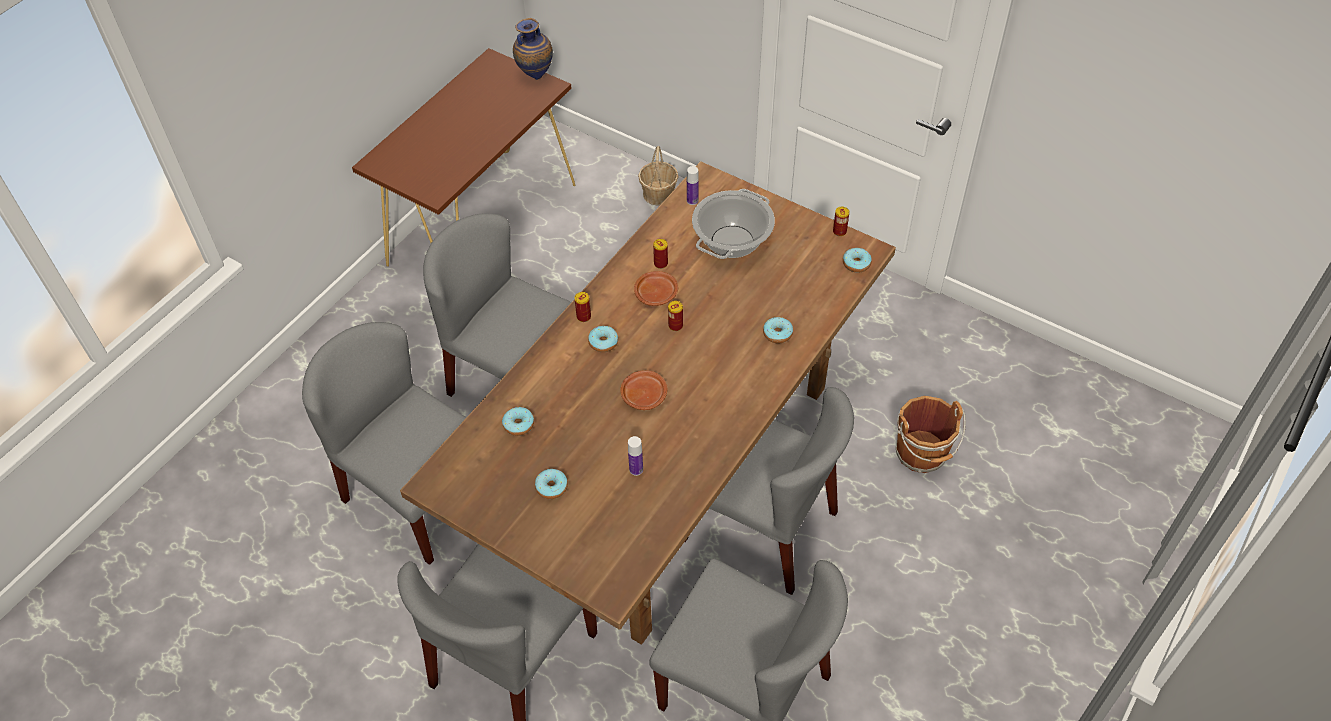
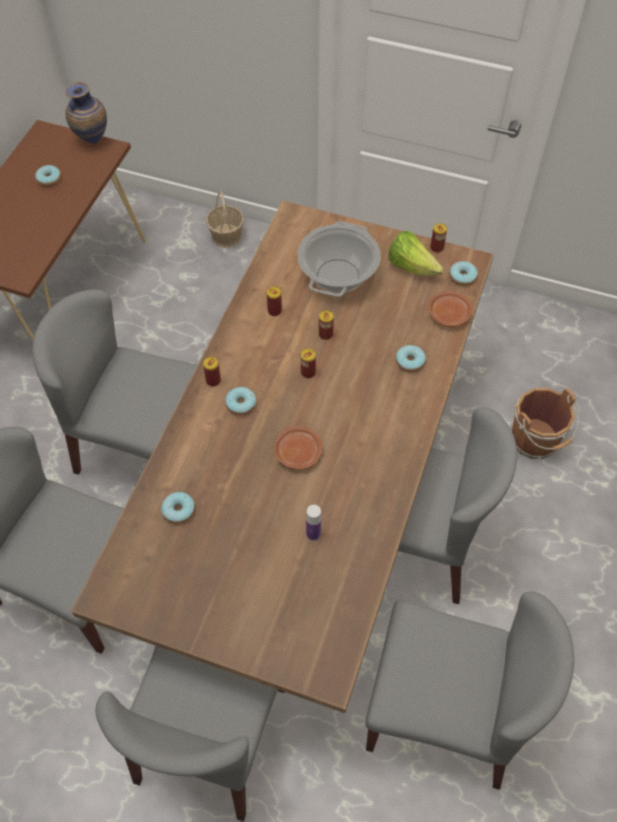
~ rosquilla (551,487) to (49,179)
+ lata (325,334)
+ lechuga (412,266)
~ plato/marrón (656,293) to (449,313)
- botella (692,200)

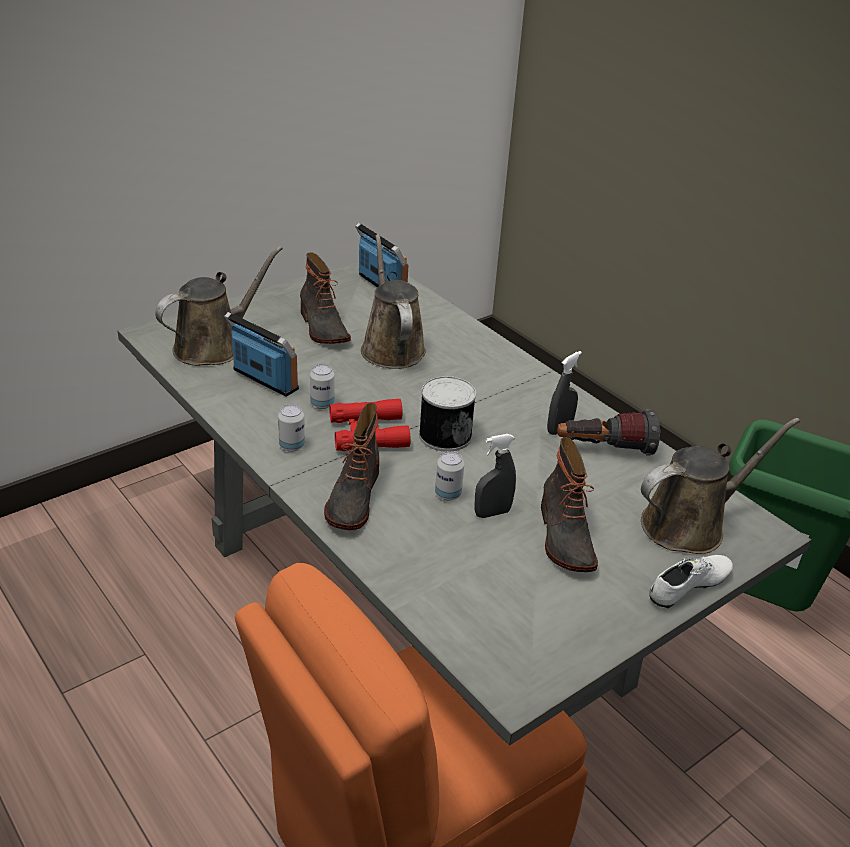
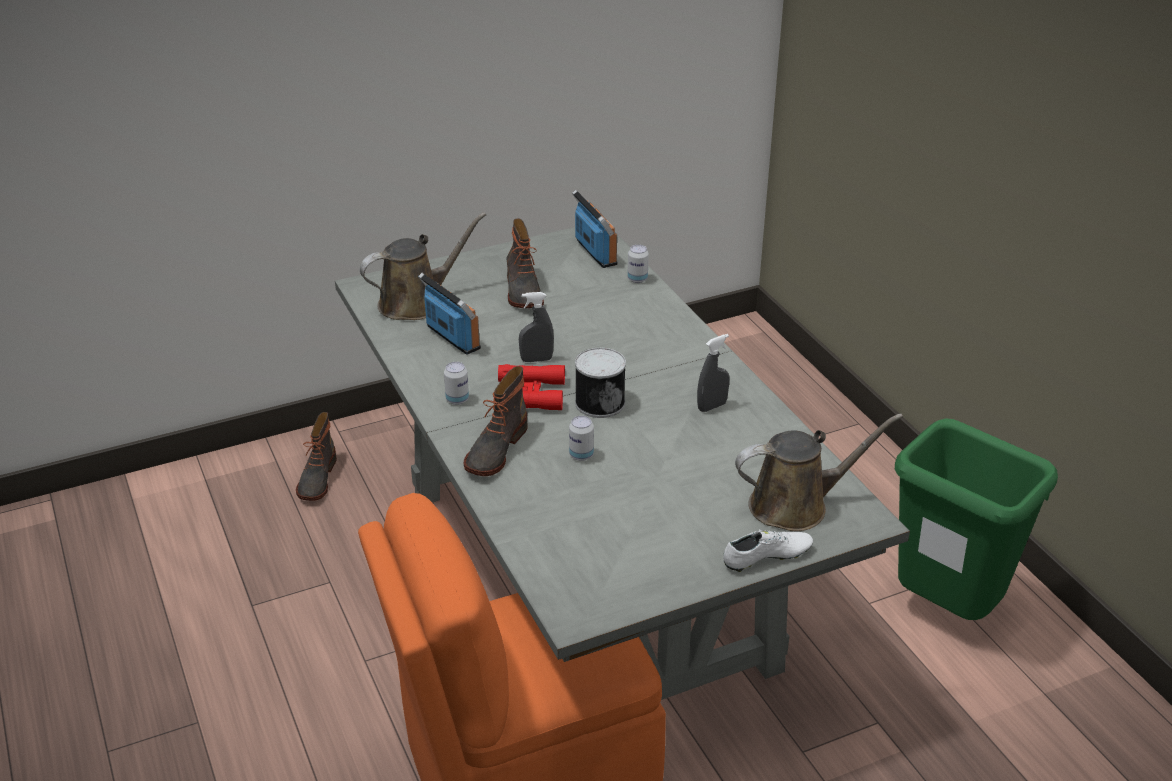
~ bota (563,537) to (316,479)
~ pulverizador/gris (492,513) to (536,360)
~ lata (322,404) to (637,279)
- regadera/marrón (391,347)
- linterna (604,449)

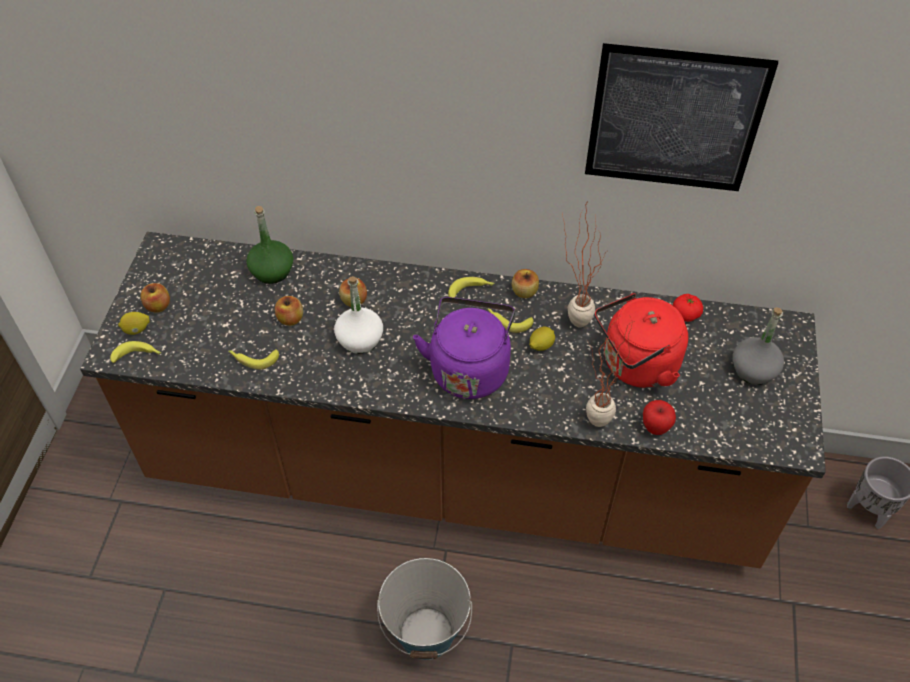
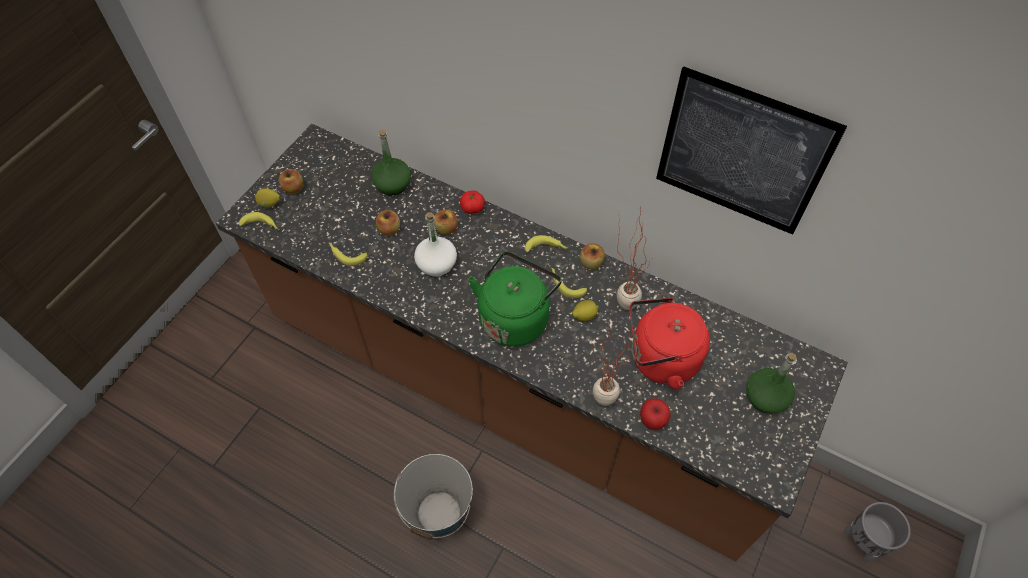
~ tomate (685,314) to (472,208)
~ hervidor/morado (469,368) to hervidor/verde (515,317)
~ botella/gris (753,370) to botella/verde (765,397)

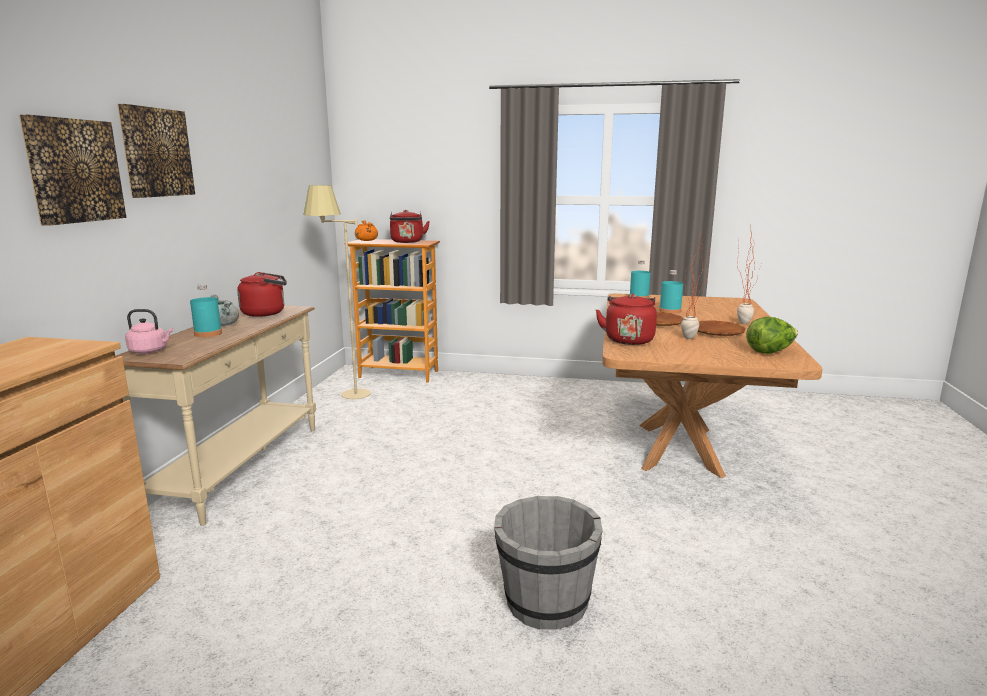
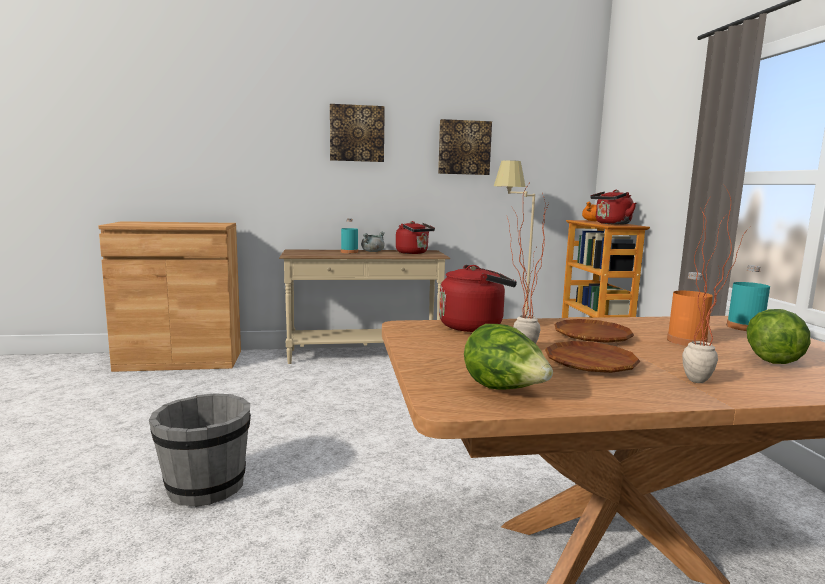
~ cuadro (73,171) to (464,147)
~ botella/turquesa (670,311) to botella/naranja (686,341)
+ lechuga (772,359)
- hervidor/rosa (150,351)

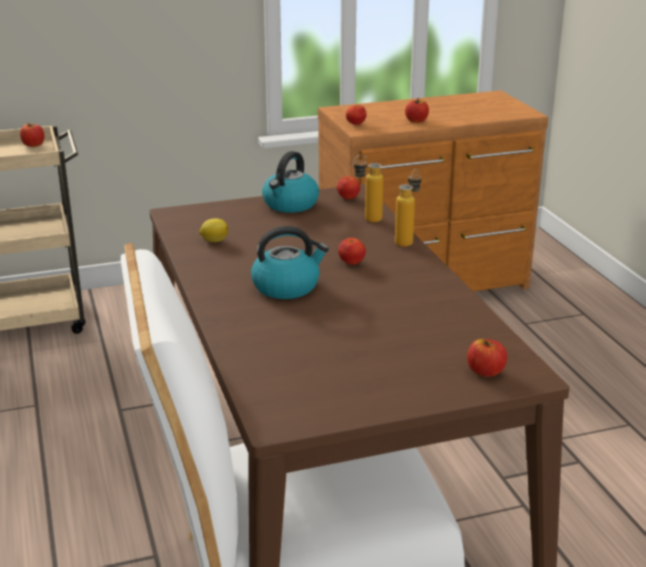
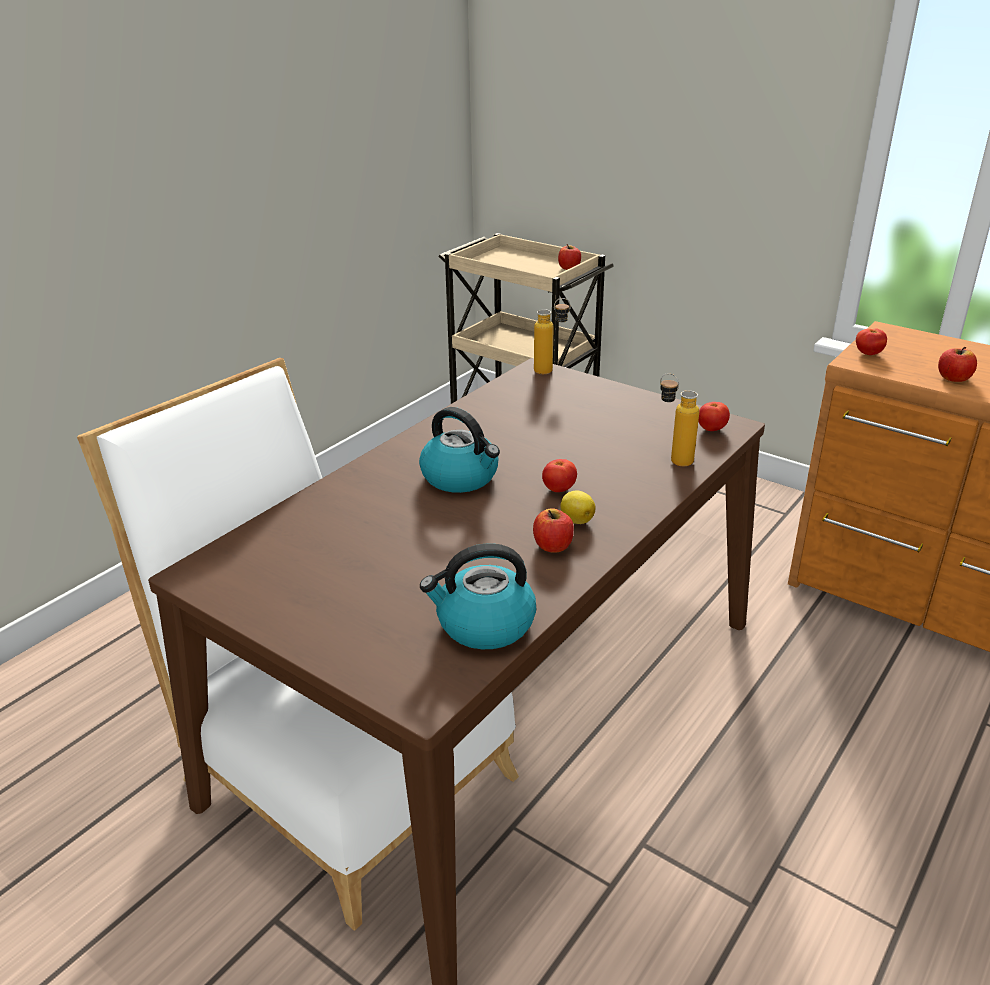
~ hervidor (290,205) to (484,625)
~ manzana (485,371) to (553,546)
~ botella (407,241) to (551,371)
~ limón (214,241) to (576,520)

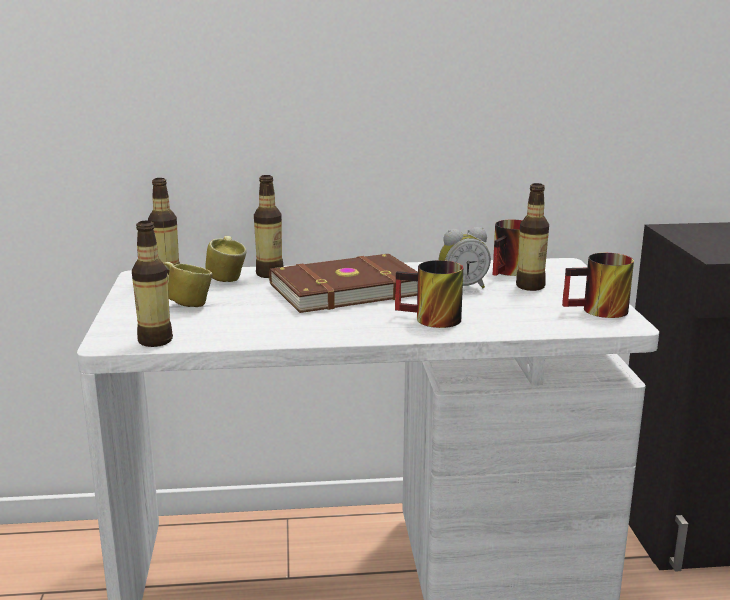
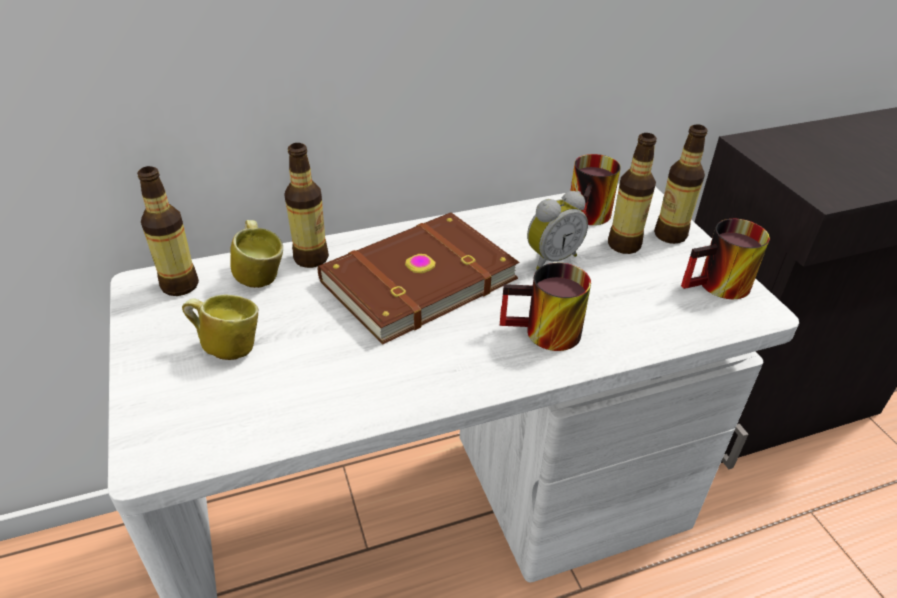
~ botella (155,341) to (670,235)

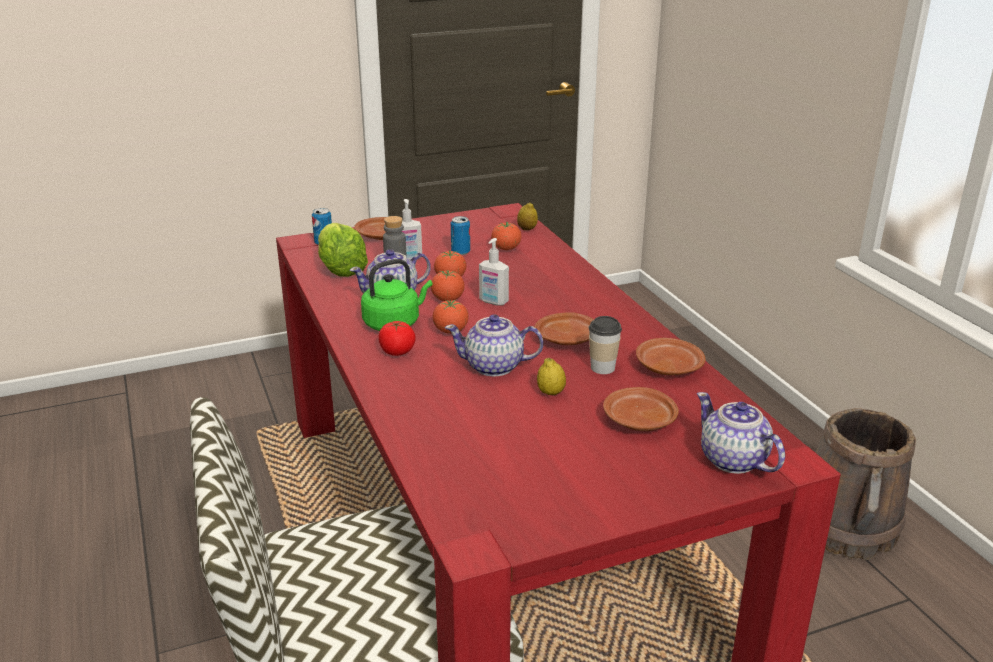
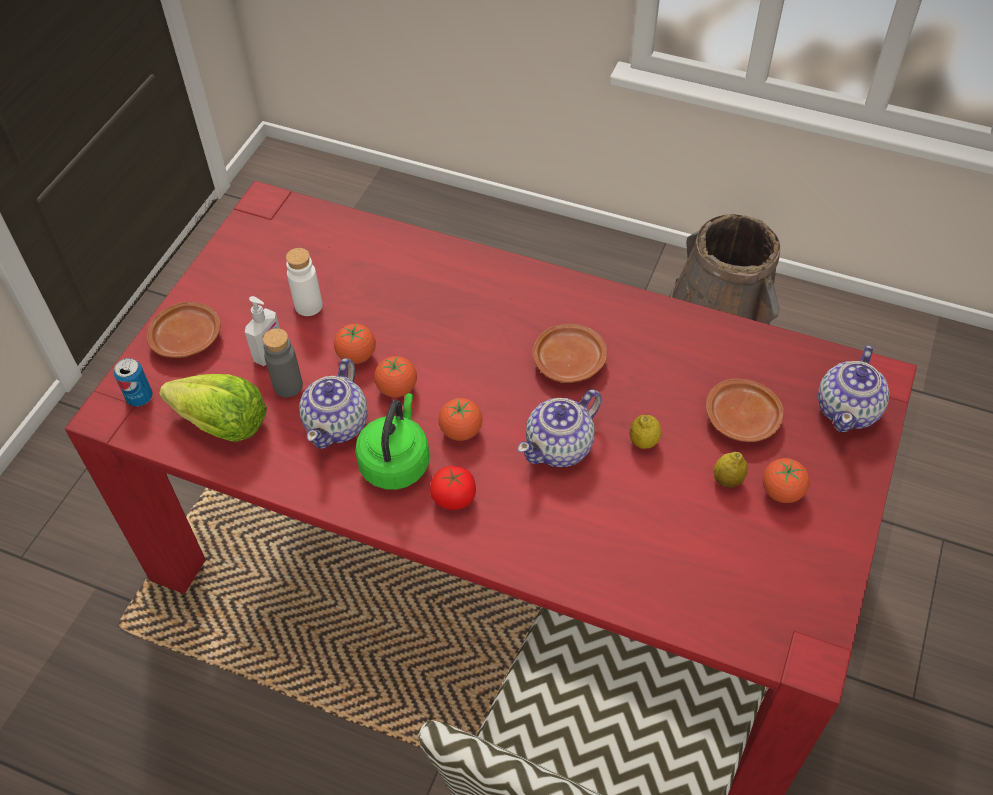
~ lata (460,252) to botella/blanco (308,306)
~ limón (527,229) to (727,480)
~ tomate (506,249) to (781,491)
~ tetera (733,460) = (848,409) 75 degrees counterclockwise
- dispensador de jabón (493,302)
- taza (602,367)
- plato/marrón (668,367)

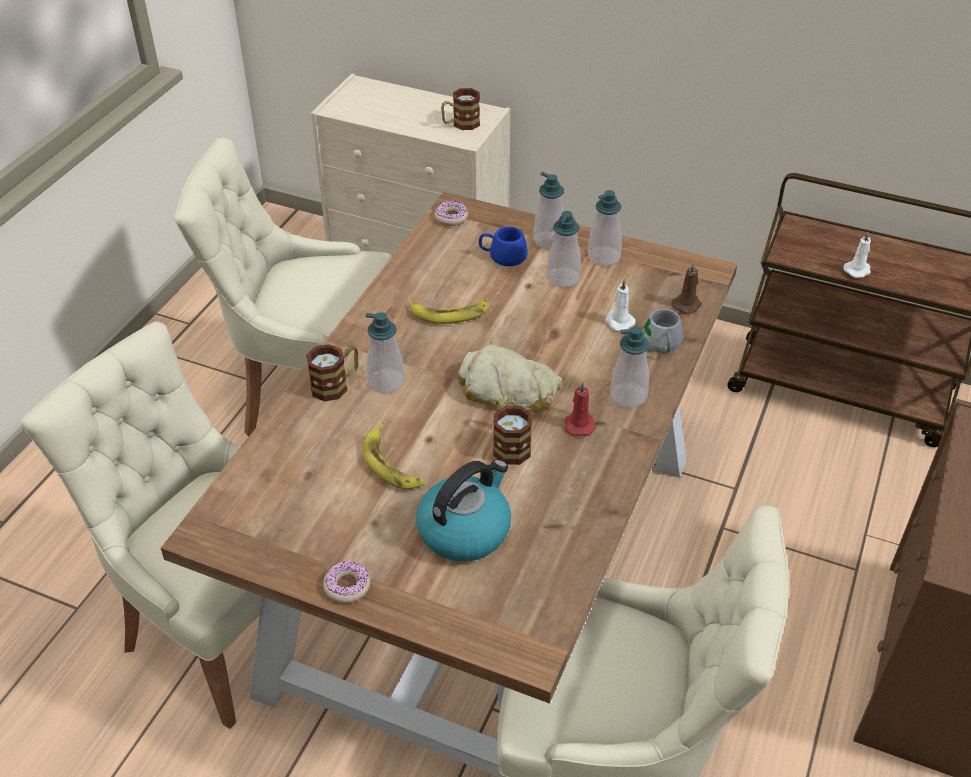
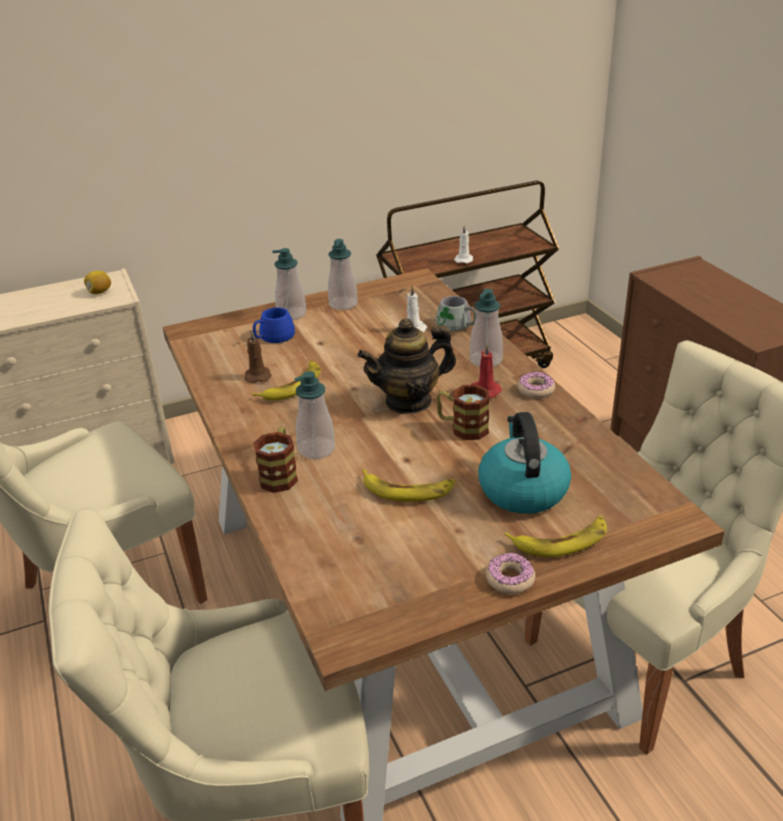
~ taza grande (460,124) to limón (99,292)
~ vela/marrón (687,304) to (257,375)
~ pan (508,390) to tetera (409,401)
+ plátano (561,540)
~ rosquilla (451,218) to (535,390)
- dispensador de jabón (563,278)

